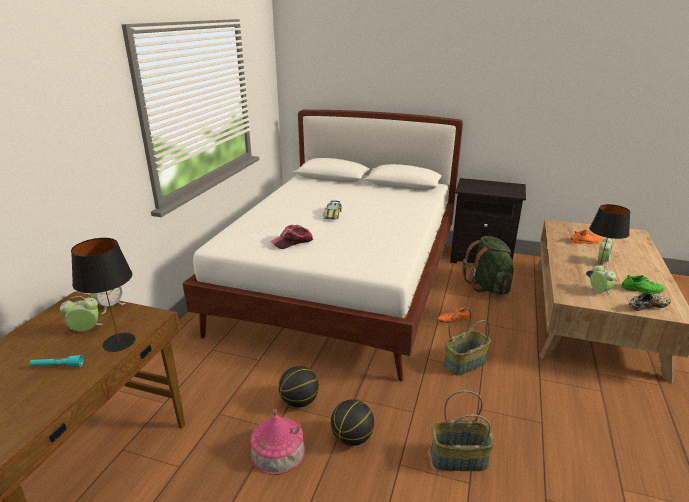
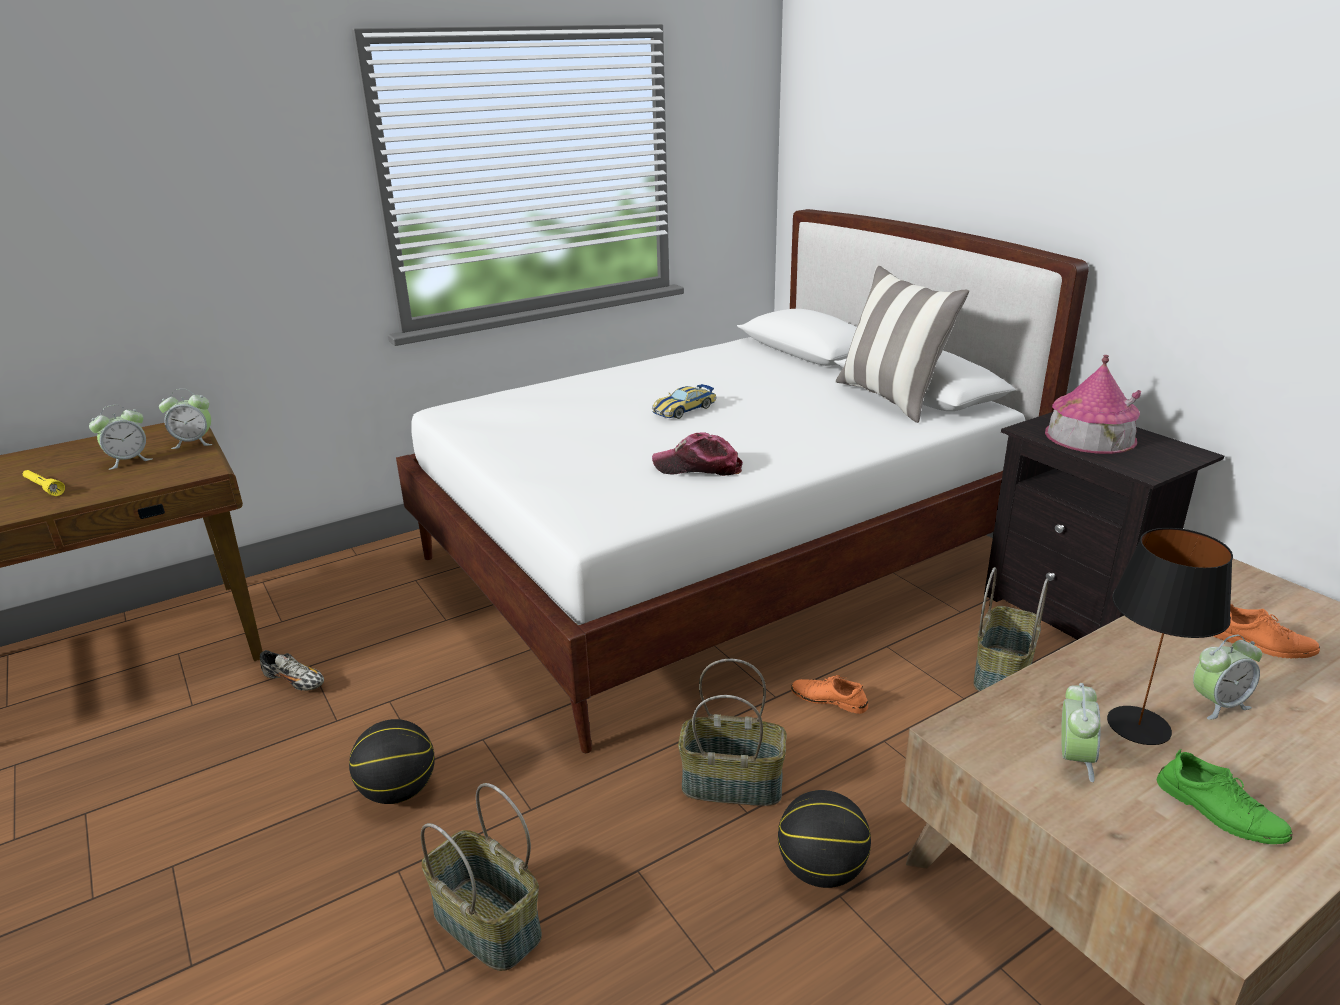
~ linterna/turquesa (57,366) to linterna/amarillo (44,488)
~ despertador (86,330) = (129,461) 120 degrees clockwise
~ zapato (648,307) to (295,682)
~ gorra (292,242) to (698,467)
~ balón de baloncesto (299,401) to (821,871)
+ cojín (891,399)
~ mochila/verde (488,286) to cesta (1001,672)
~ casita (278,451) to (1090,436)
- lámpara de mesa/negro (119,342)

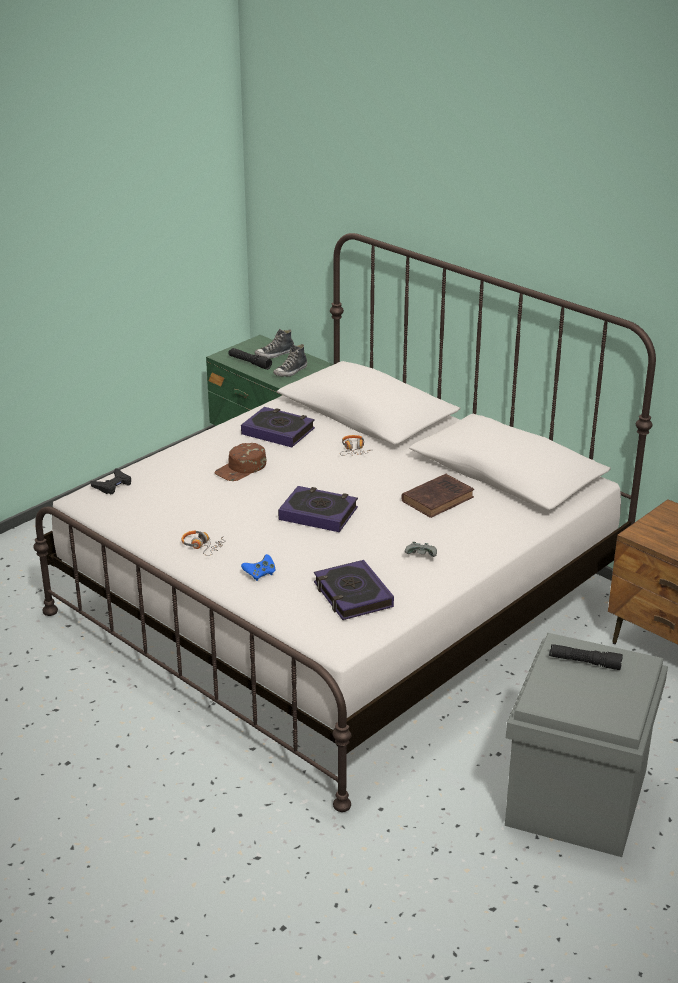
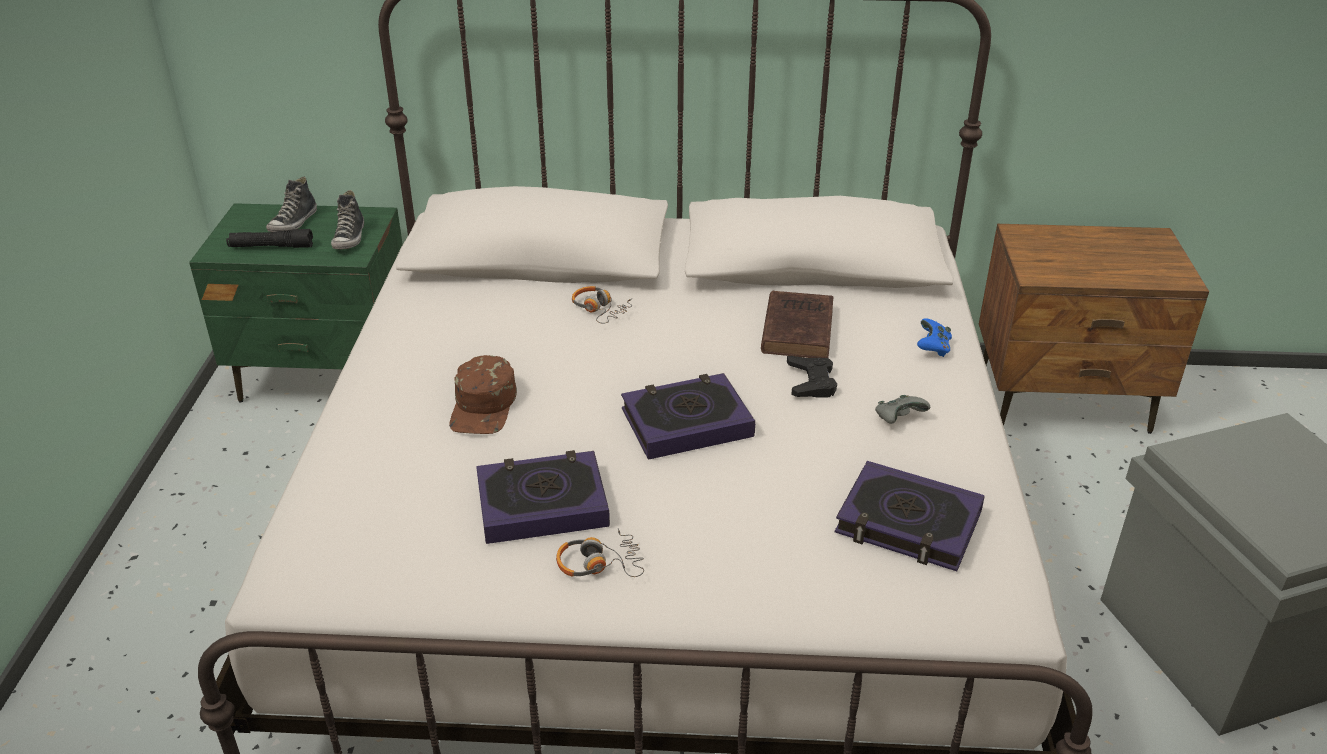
~ libro (278,431) to (542,504)
~ mando de consola/negro (112,485) to (811,382)
~ mando de consola/azul (260,574) to (933,348)
- linterna/negro (585,662)

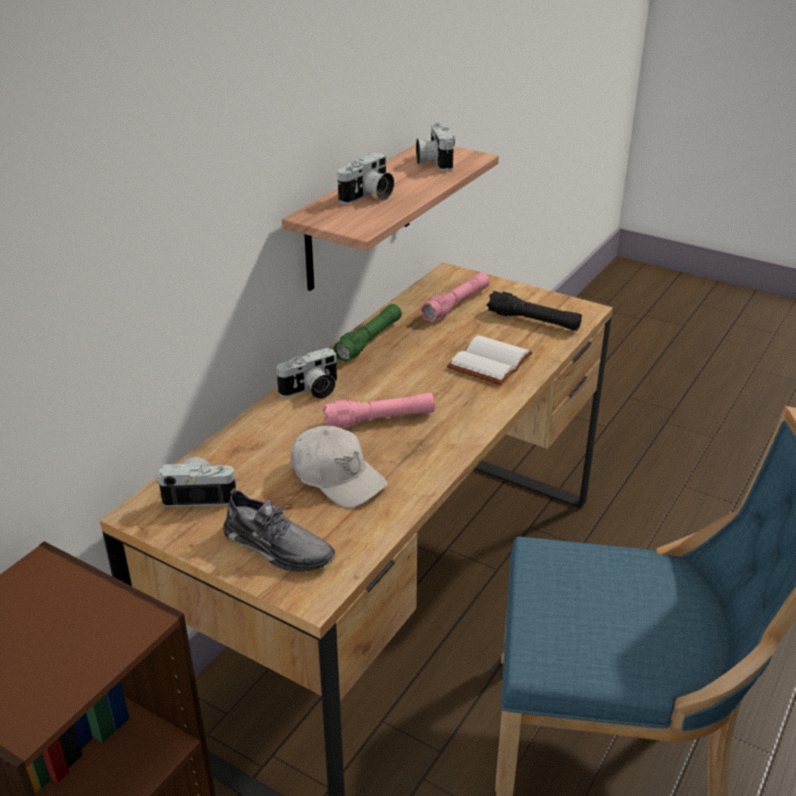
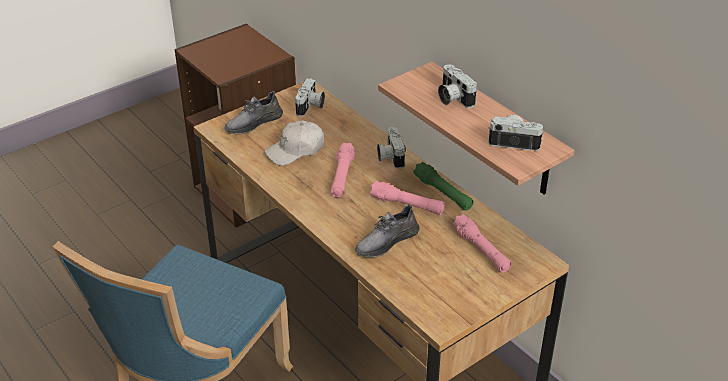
~ libro/blanco (488,361) to zapato/gris (386,241)
+ linterna/rosa (407,205)
- linterna/negro (533,321)

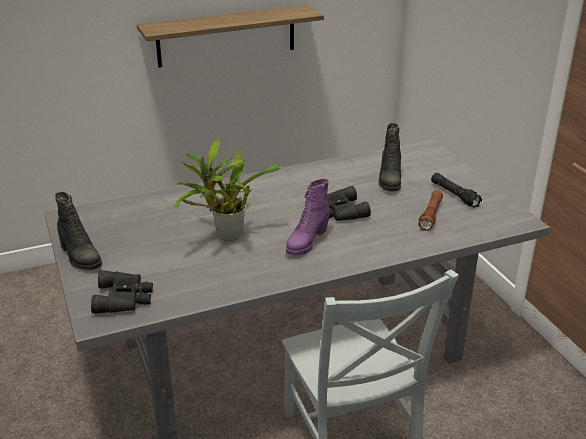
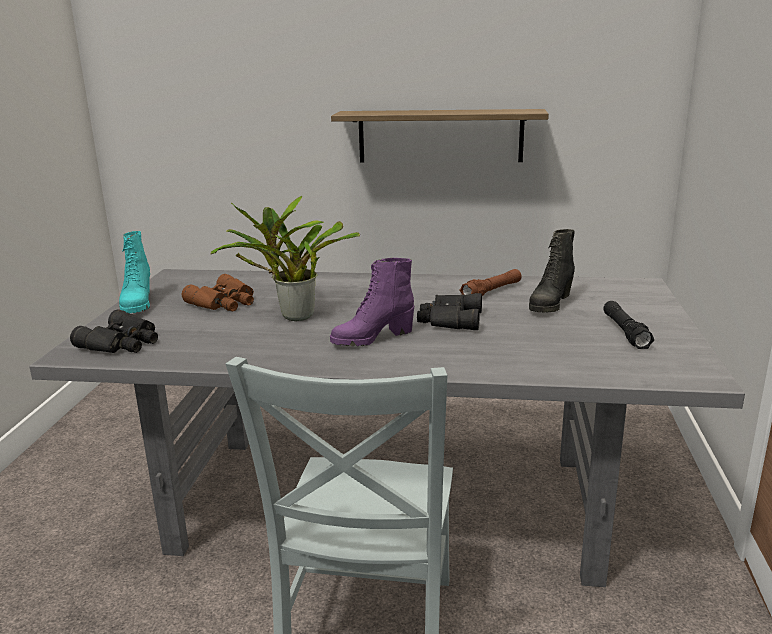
~ bota/negro (79,257) to bota/turquesa (137,304)
+ prismáticos/marrón (225,302)
~ linterna/marrón (431,215) to (491,291)

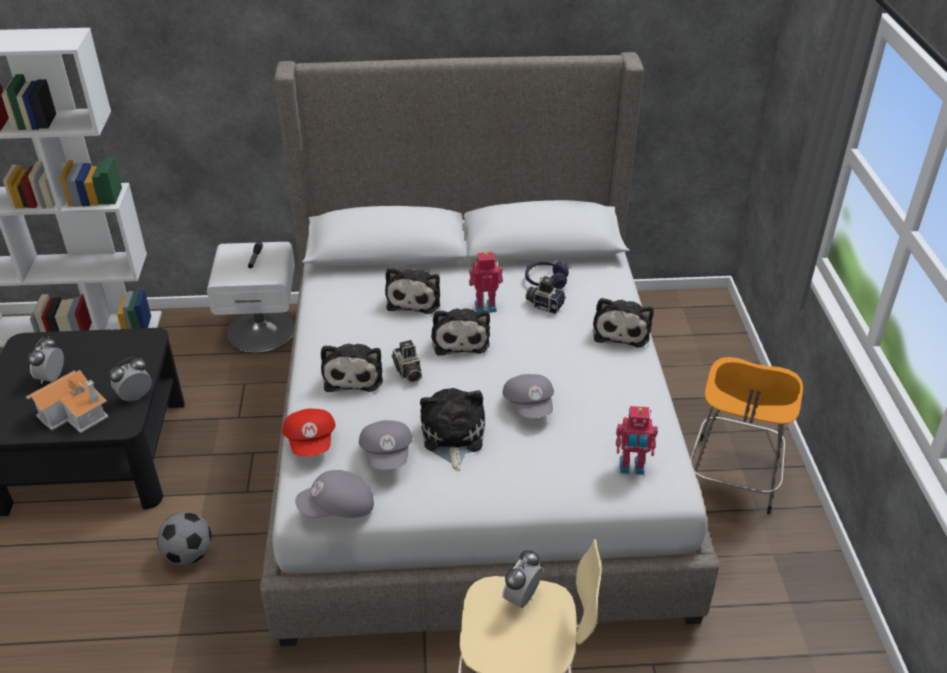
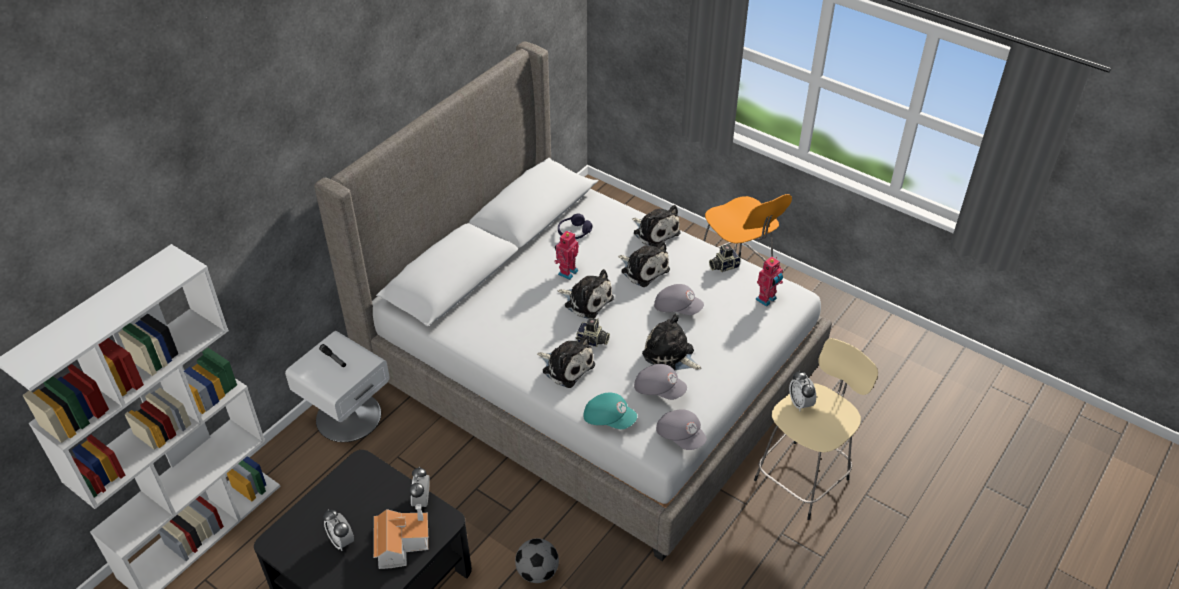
~ gorra/rojo (312,442) to gorra/turquesa (609,419)
~ peluche (415,298) to (643,269)
~ gorra/gris (338,508) = (681,436) 60 degrees counterclockwise
~ cámara (544,304) to (723,266)

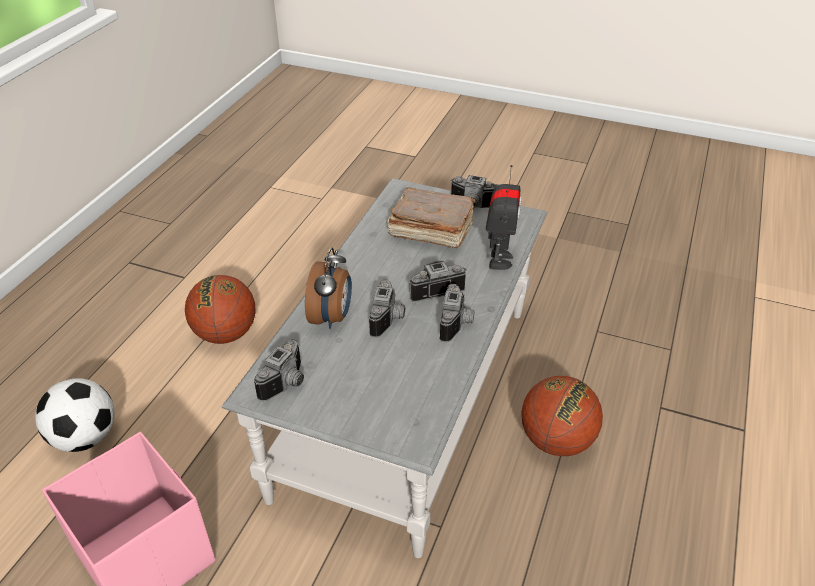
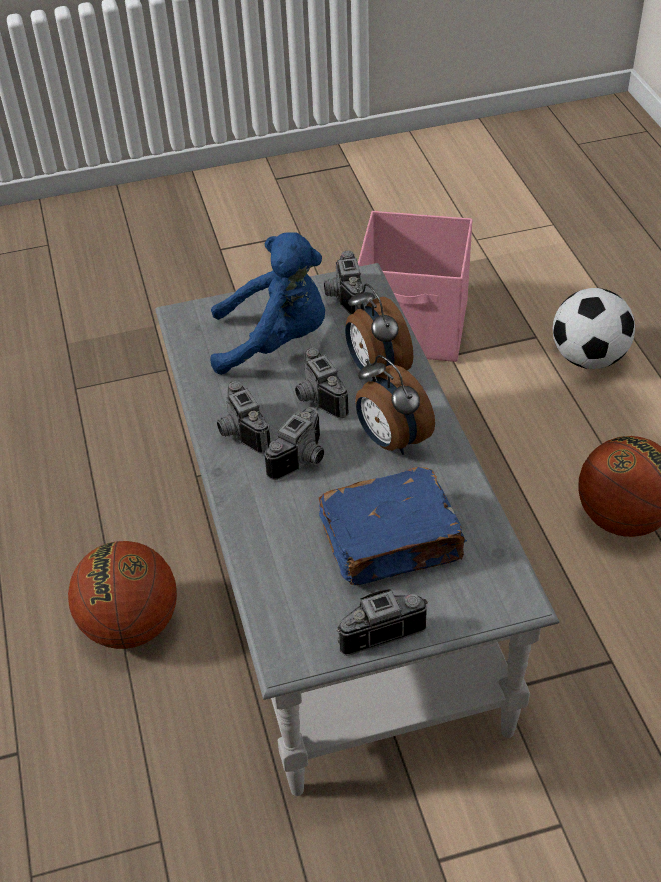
+ peluche/azul (275,342)
~ libro/marrón (430,230) to libro/azul (393,543)
+ despertador (390,441)
- robot de juguete (499,260)

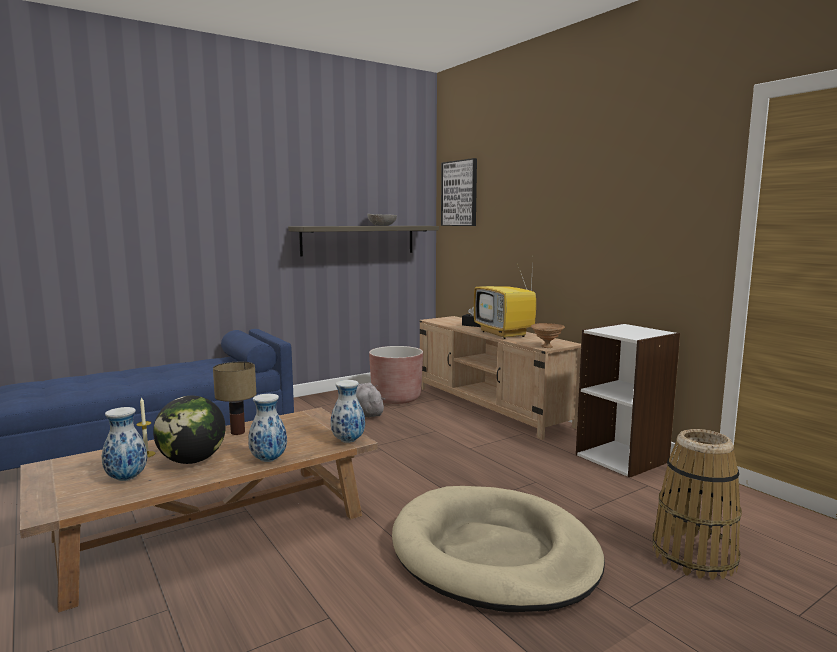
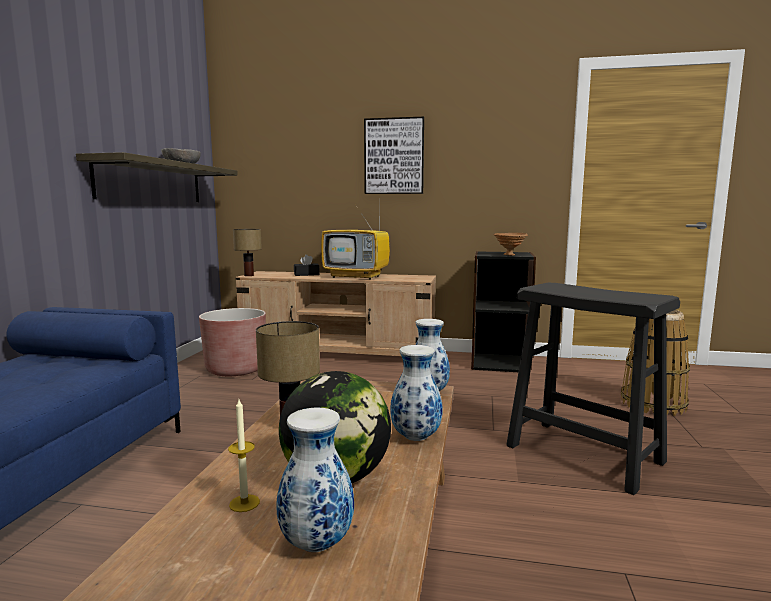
+ lámpara de mesa (248,275)
~ cuadro (459,193) to (394,156)
~ estantería/blanco (622,458) to estantería/negro (499,363)
~ cuenco/marrón (547,347) to (510,255)
~ cama para perro/beis (494,553) to taburete/negro (584,454)
- peluche/gris (366,413)

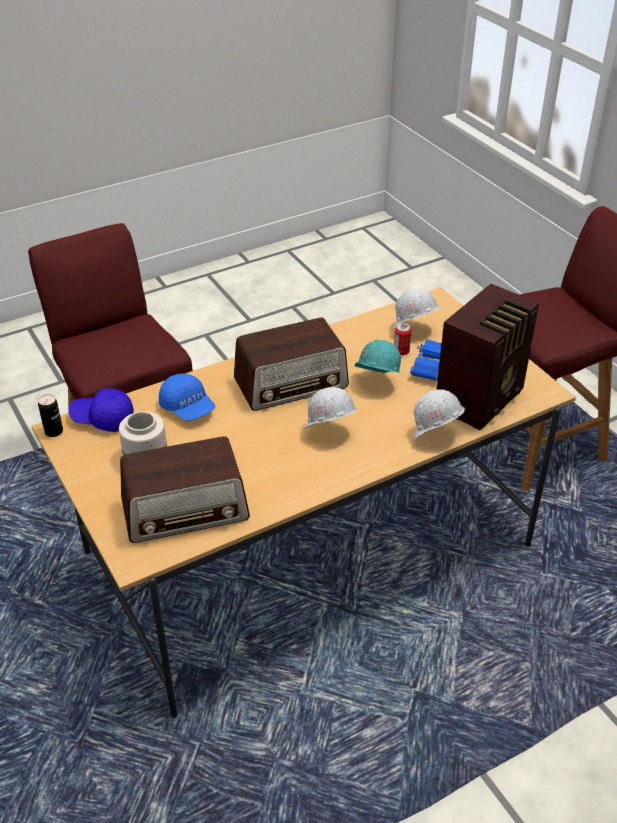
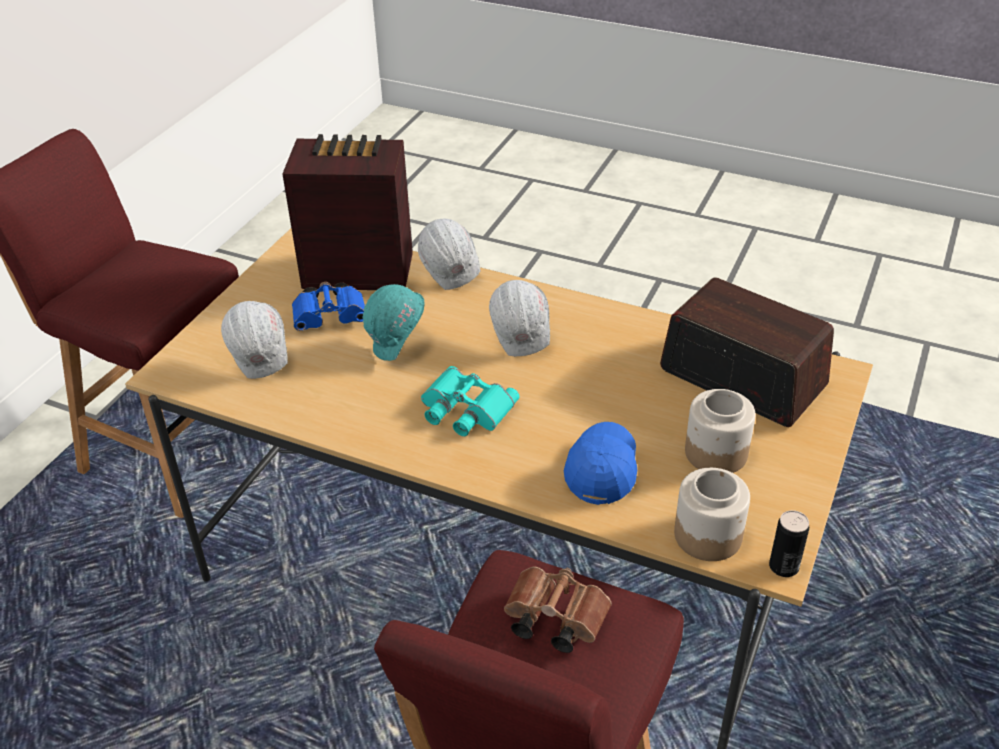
~ radio (291,383) to prismáticos/turquesa (464,409)
+ prismáticos/marrón (552,619)
~ gorra/azul (103,419) to tarro (708,535)
- lata (401,351)

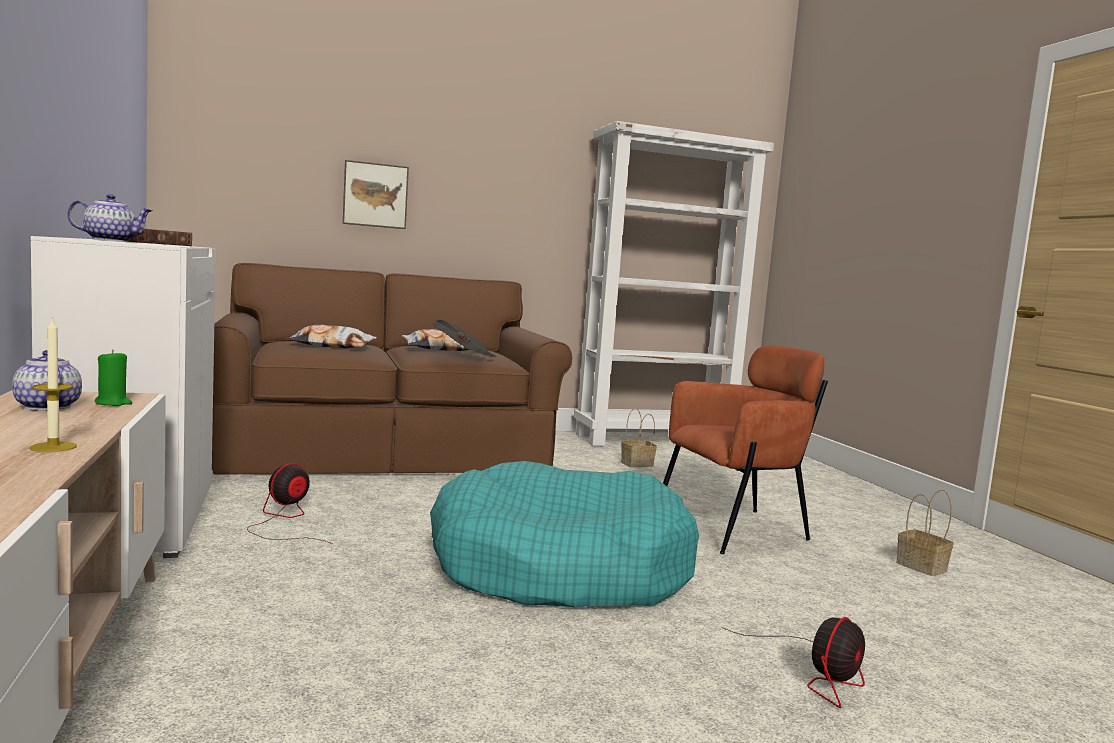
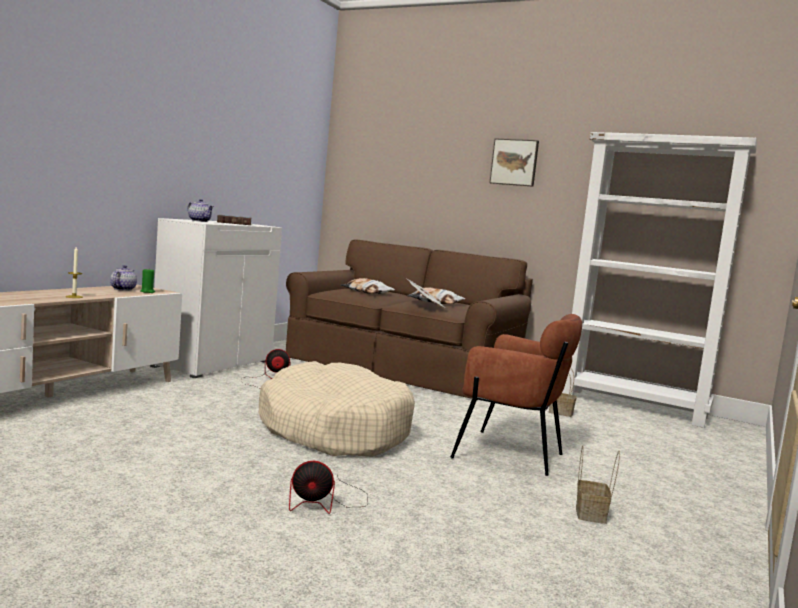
~ cama para perro/turquesa (559,568) to cama para perro/beis (334,430)
~ cuadro (375,195) to (514,162)

